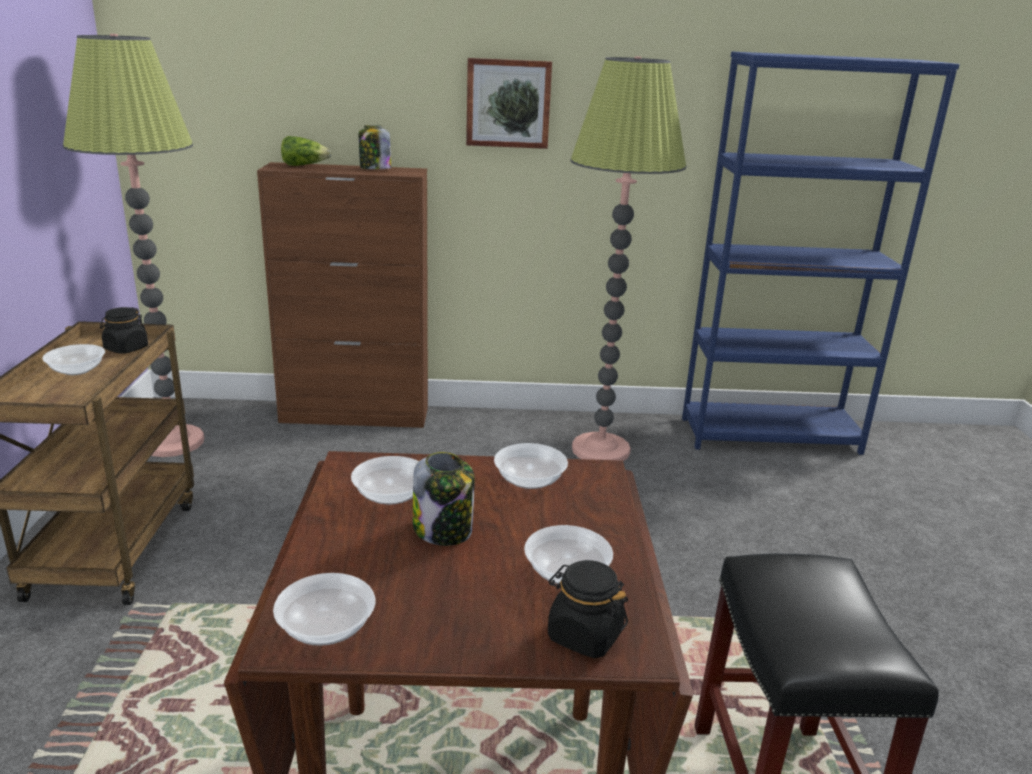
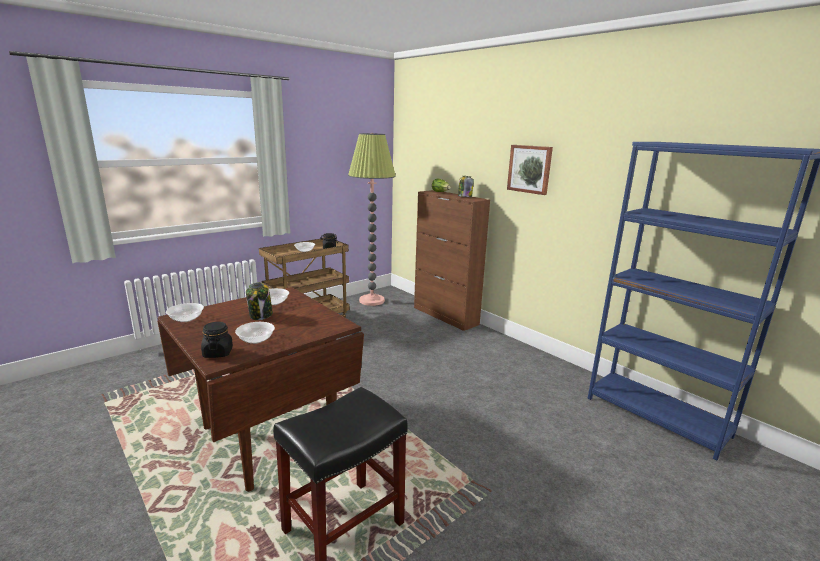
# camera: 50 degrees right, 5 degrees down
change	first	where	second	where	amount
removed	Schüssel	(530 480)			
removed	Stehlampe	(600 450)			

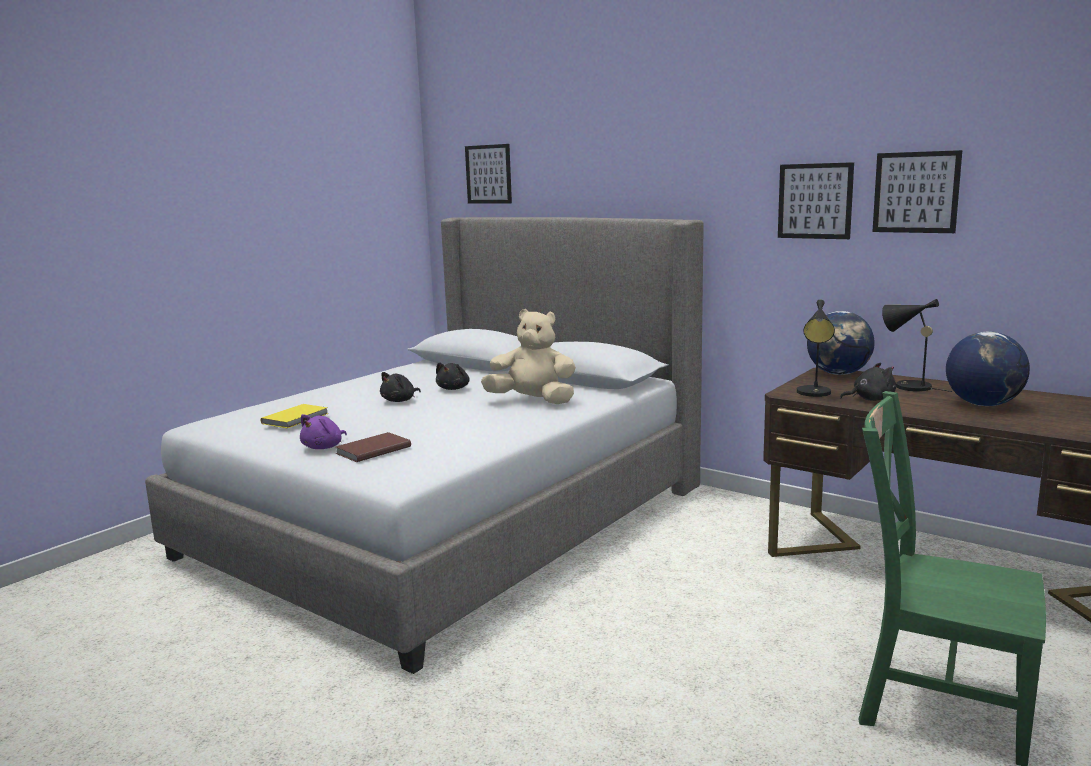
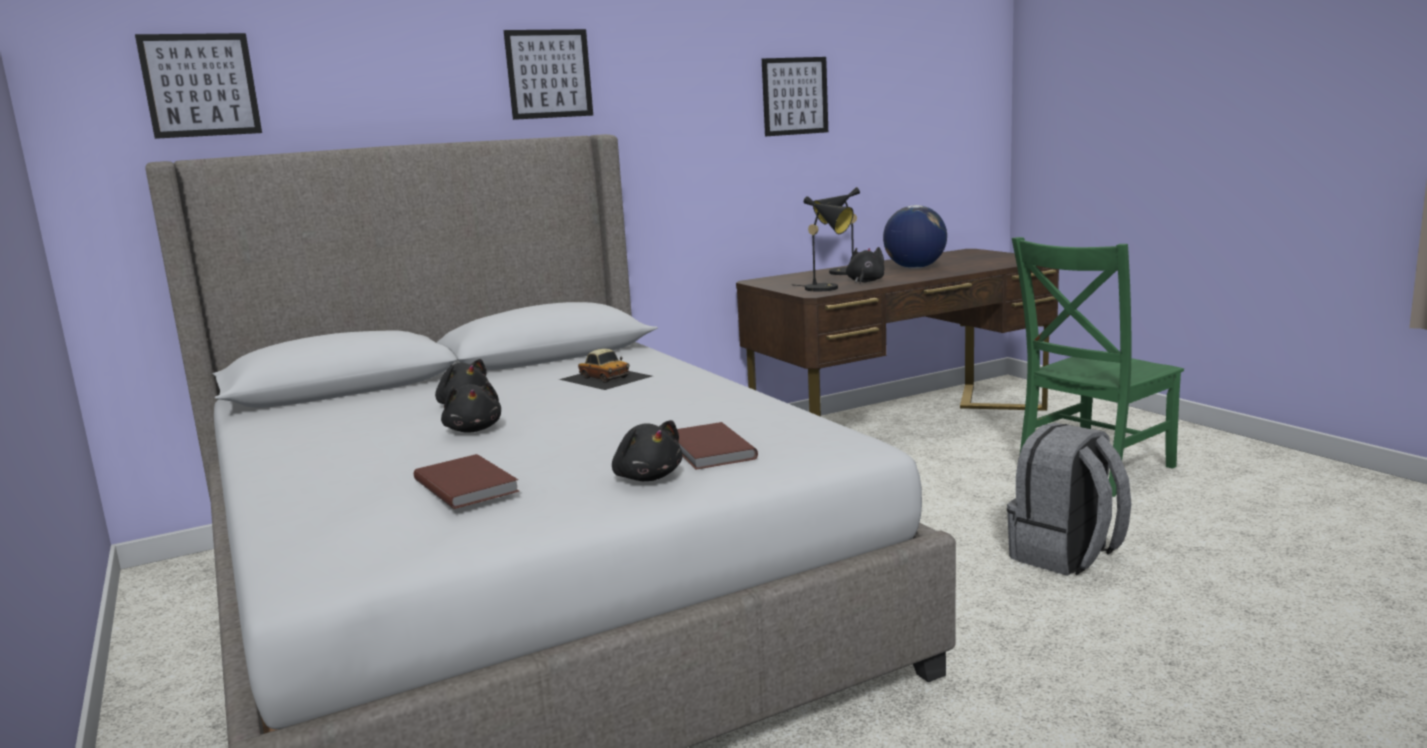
# camera: 65 degrees left, 0 degrees up
change	first	where	second	where	amount
recoloured	Buch (gelb)	(297 418)	Buch (braun)	(468 484)	
moved	Bild	(815 201)		(549 74)	
replaced	Plüschtier (beige)	(533 401)	Spielzeugauto	(606 377)	
recoloured	Plüschtier (lila)	(324 447)	Plüschtier (schwarz)	(647 477)	
added			Rucksack (grau)	(1066 556)	
removed	Globus	(838 374)			

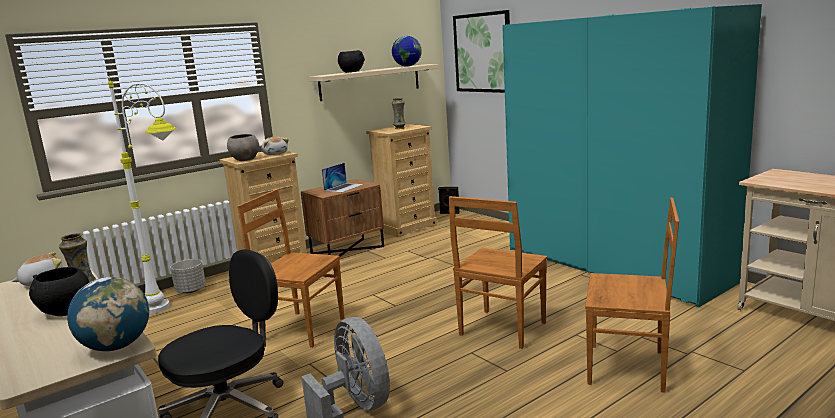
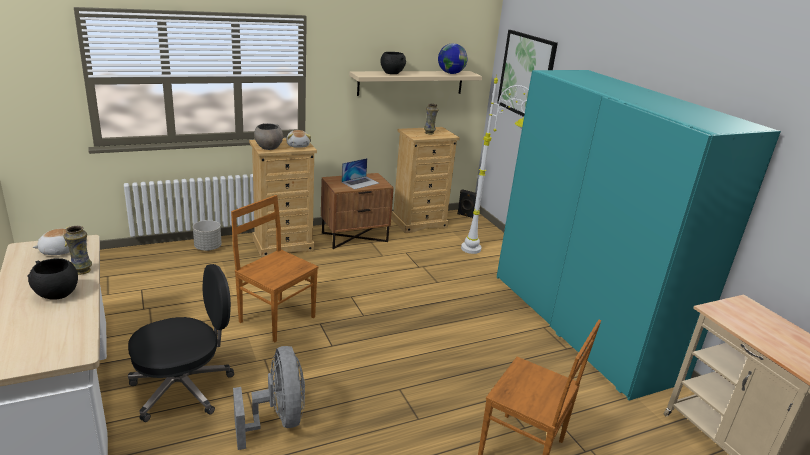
# camera: 10 degrees right, 10 degrees up
change	first	where	second	where	amount
moved	Stehlampe (weiß)	(175 309)		(487 254)	
removed	Globus	(116 346)			
removed	Stuhl (braun)	(501 330)			

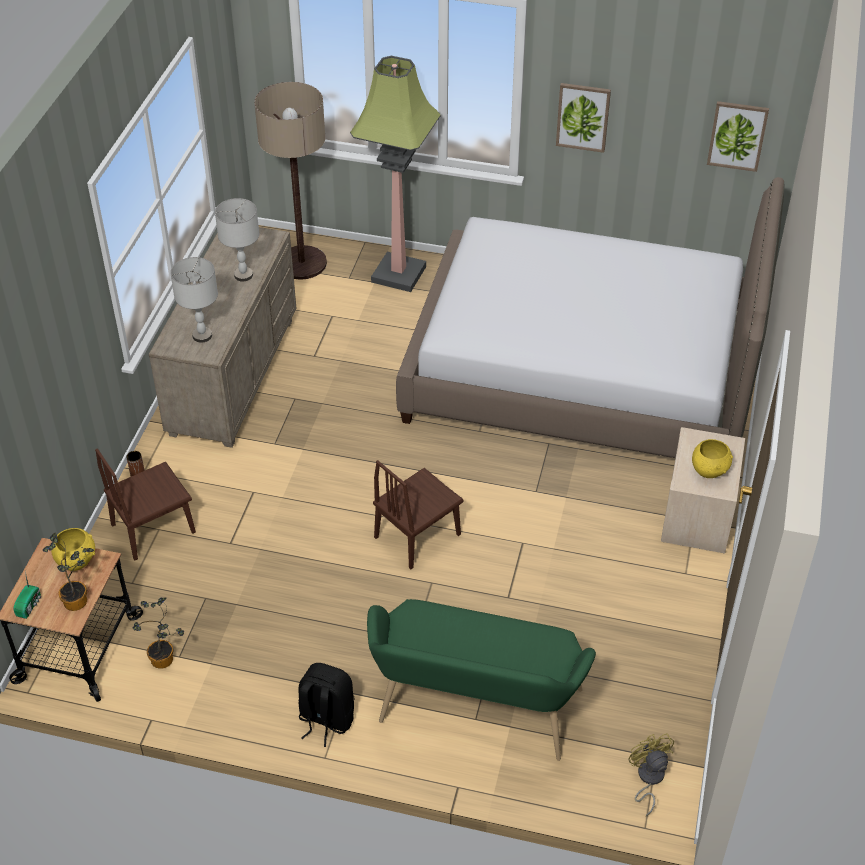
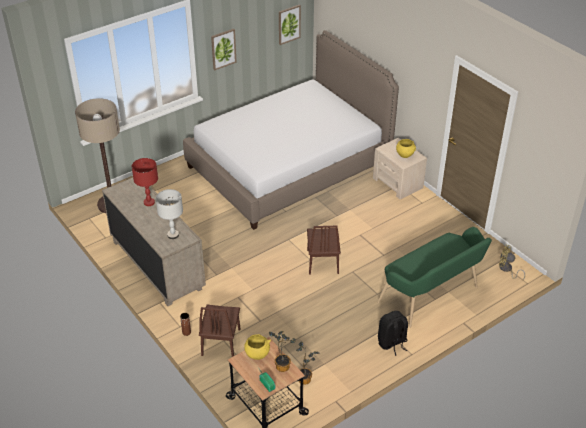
# camera: 50 degrees left, 5 degrees down
change	first	where	second	where	amount
recoloured	Tischlampe (grau)	(243 275)	Tischlampe (rot)	(149 202)	
removed	Stehlampe	(399 274)			

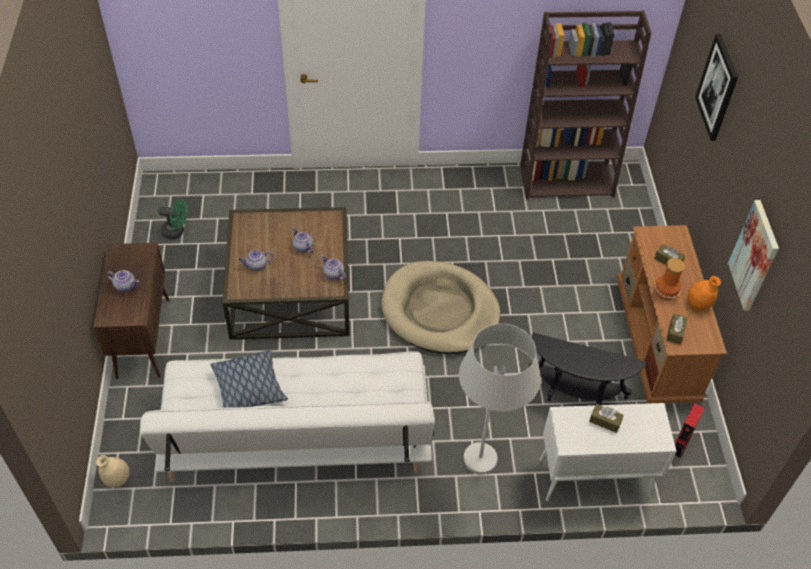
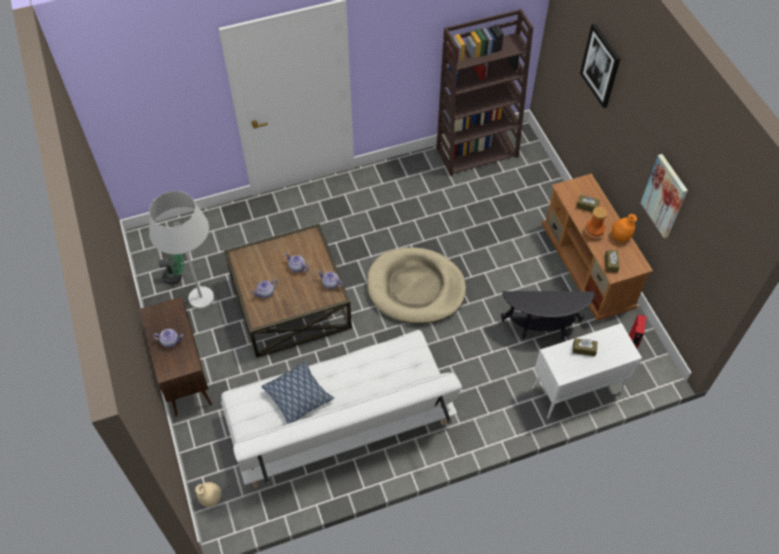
# camera: 15 degrees left, 5 degrees up
change	first	where	second	where	amount
moved	Stehlampe (weiß)	(482 476)		(204 309)	

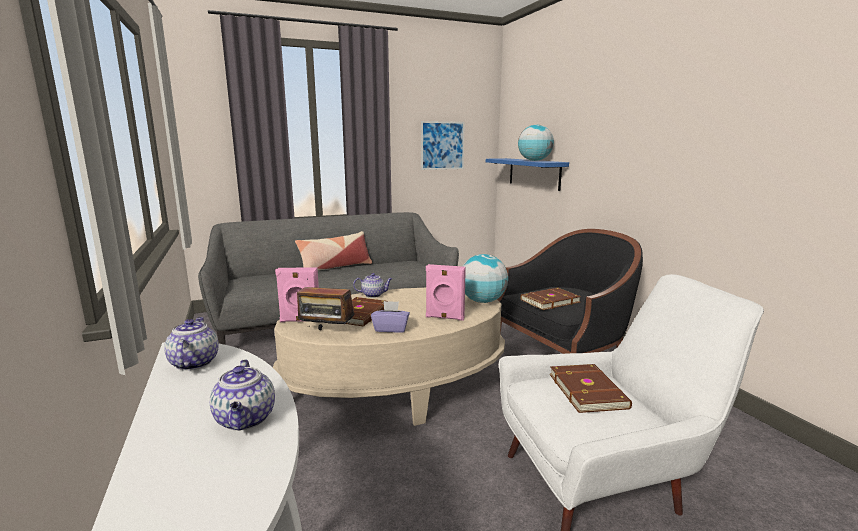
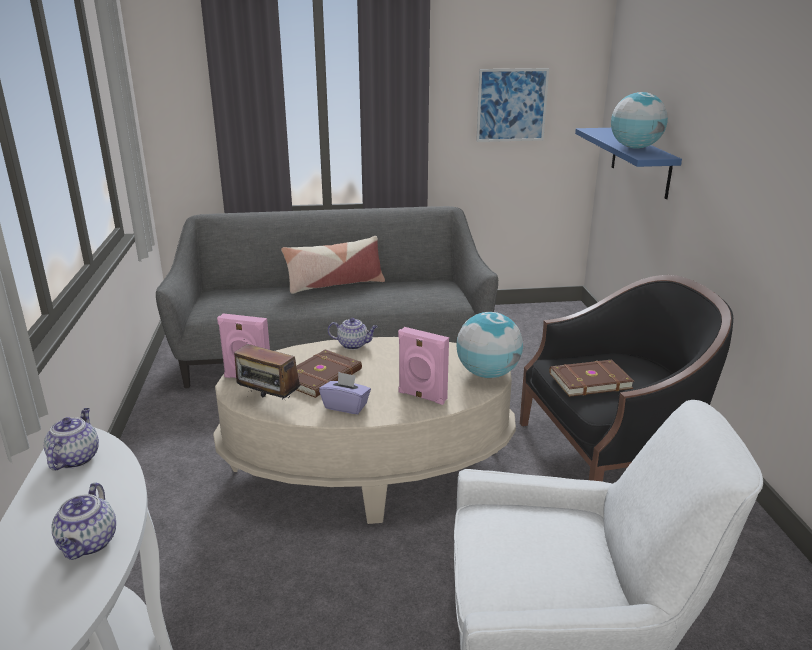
# camera: 15 degrees right, 10 degrees up
change	first	where	second	where	amount
removed	Buch (braun)	(588 390)			

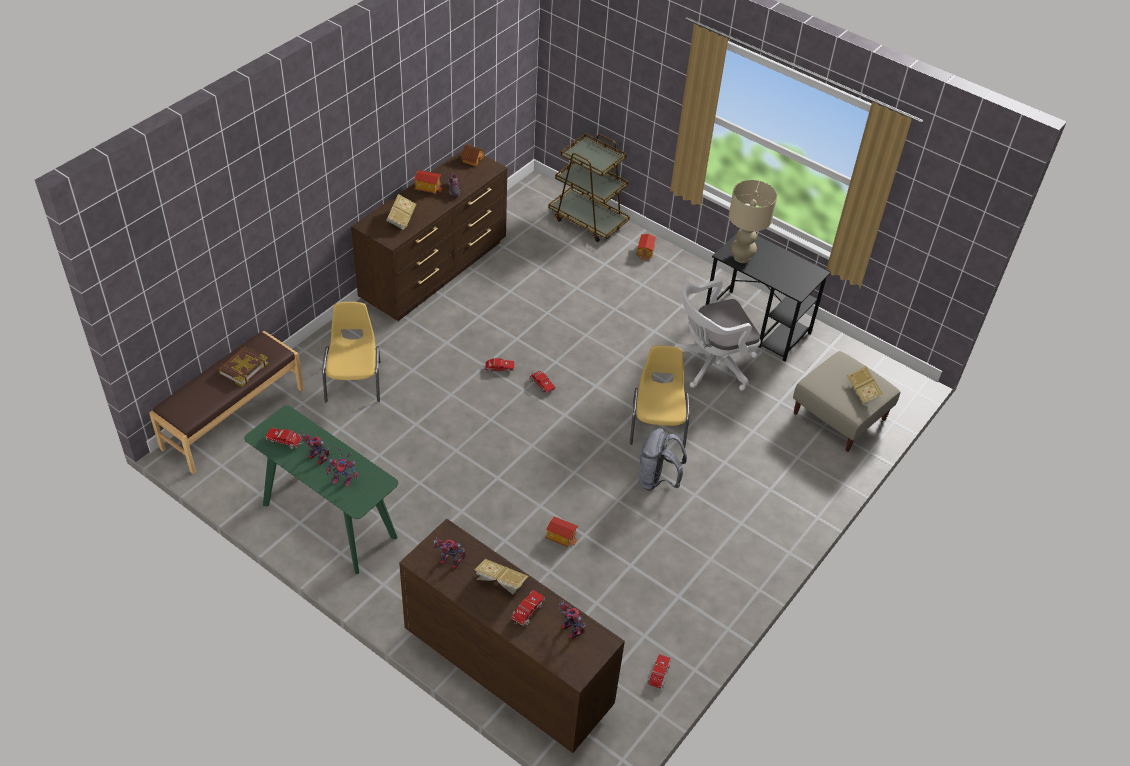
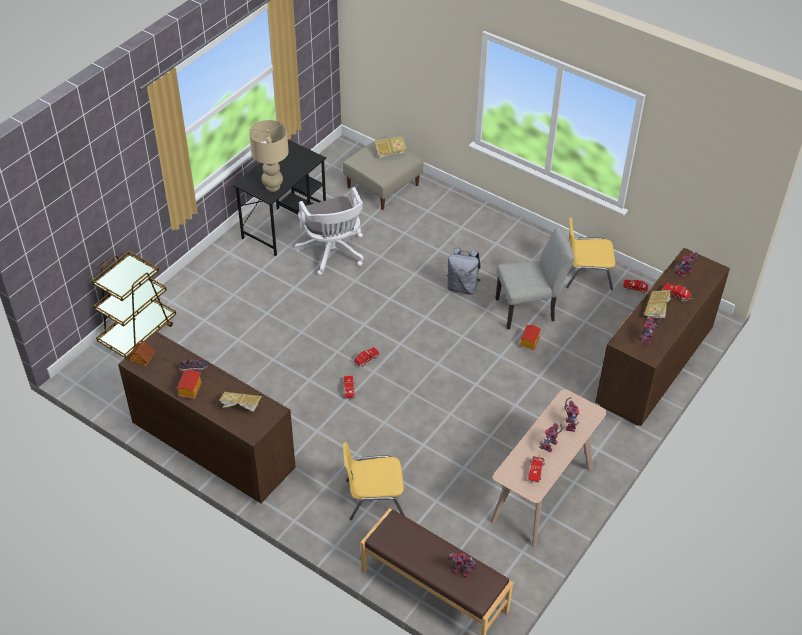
# camera: 90 degrees left, 0 degrees up
change	first	where	second	where	amount
added			Spielzeugroboter	(459 572)	
recoloured	Konsolentisch (grün)	(329 521)	Konsolentisch (beige)	(542 495)	
added			Stuhl (grau)	(530 309)	
moved	Stuhl (gelb)	(658 424)		(586 274)	
removed	Buch	(243 368)			
removed	Spielzeughaus	(645 252)			

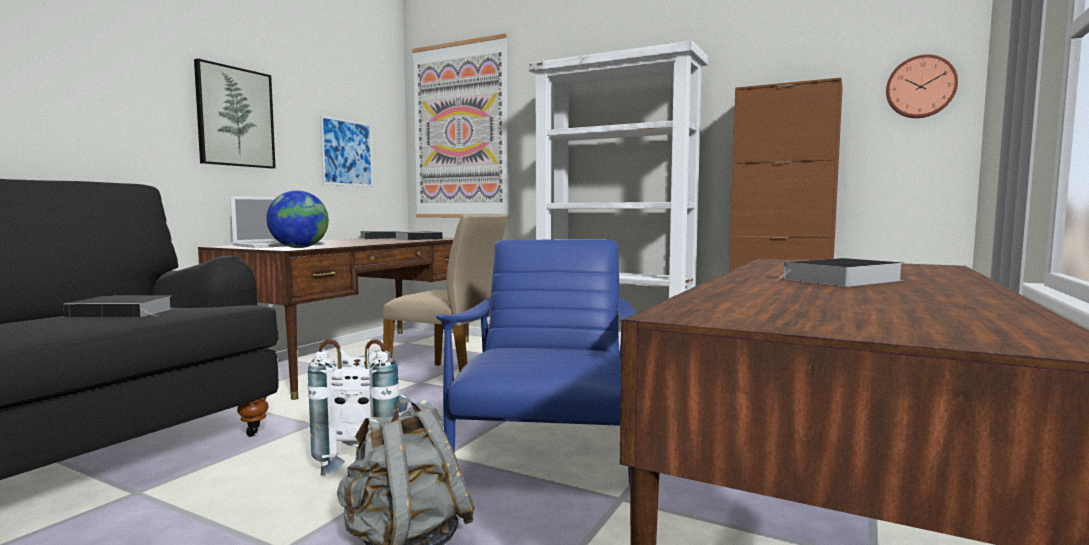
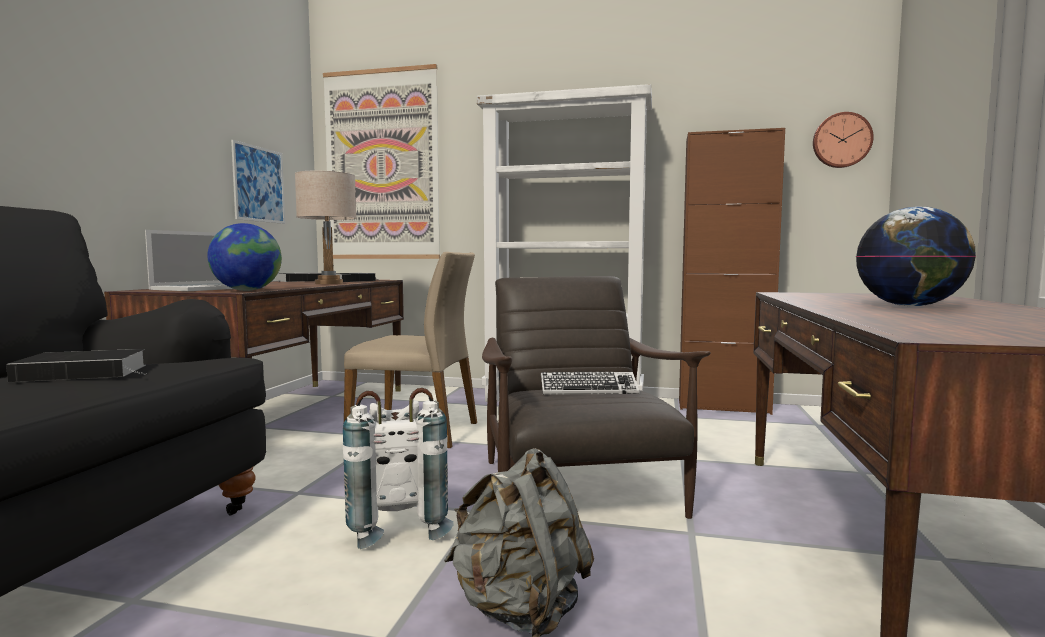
# camera: 15 degrees left, 0 degrees up
change	first	where	second	where	amount
added			Tischlampe (beige)	(329 283)	
recoloured	Sessel (blau)	(548 447)	Sessel (braun)	(578 490)	
added			Tastatur	(588 390)	
replaced	Buch	(841 280)	Globus	(910 306)	
removed	Bild	(235 117)			

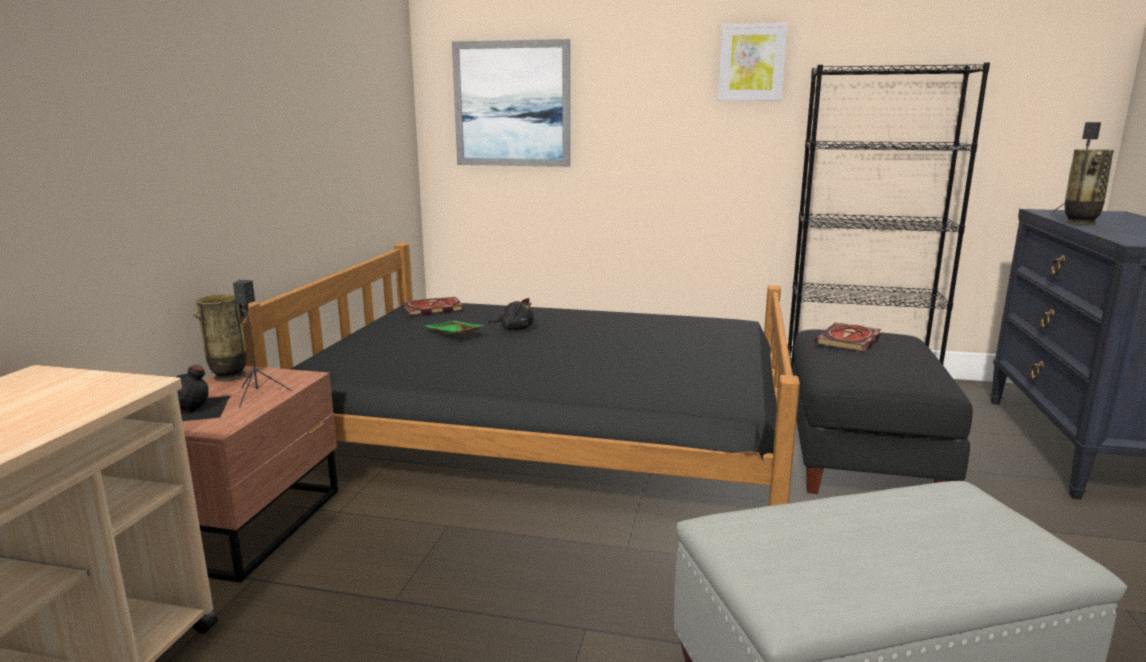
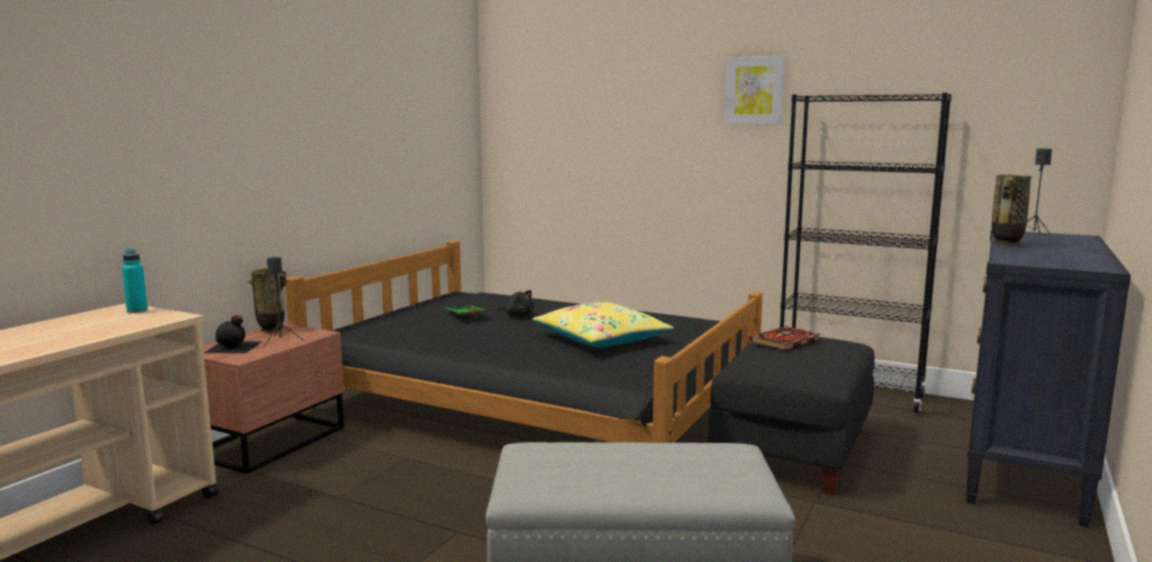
# camera: 15 degrees right, 5 degrees down
change	first	where	second	where	amount
added			Flasche (türkis)	(137 311)	
added			Kissen (gelb)	(601 339)	
removed	Buch	(432 309)			
removed	Bild	(512 104)			

